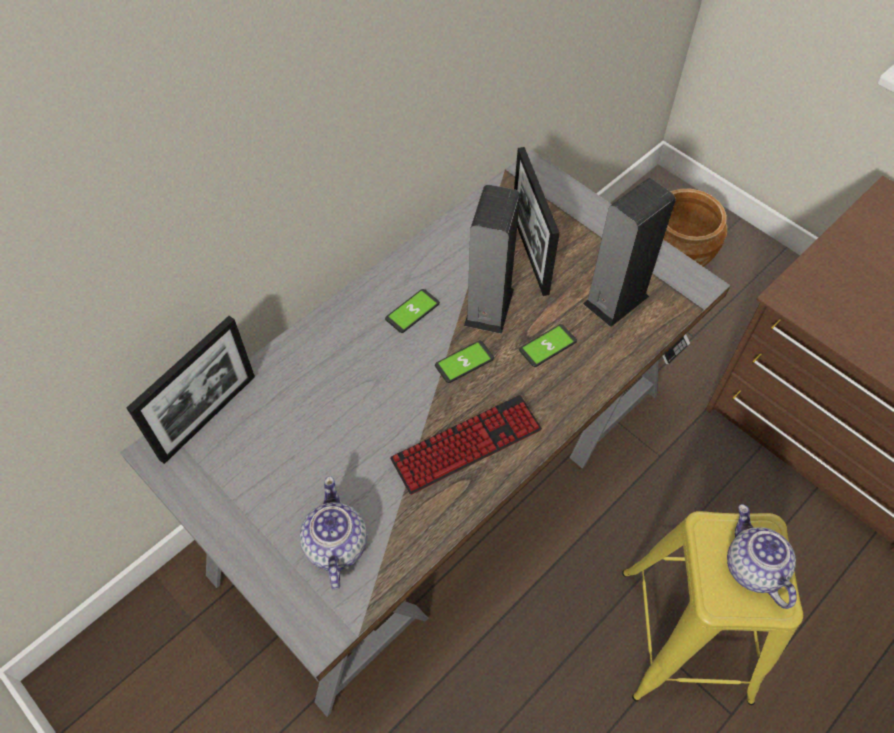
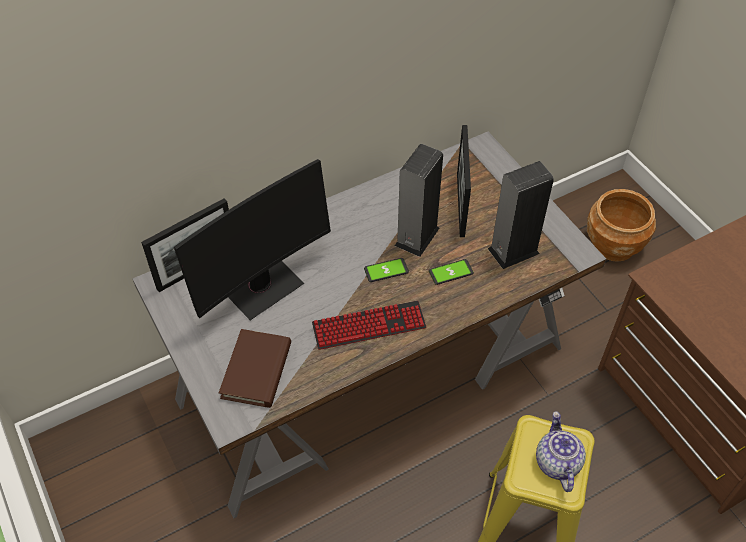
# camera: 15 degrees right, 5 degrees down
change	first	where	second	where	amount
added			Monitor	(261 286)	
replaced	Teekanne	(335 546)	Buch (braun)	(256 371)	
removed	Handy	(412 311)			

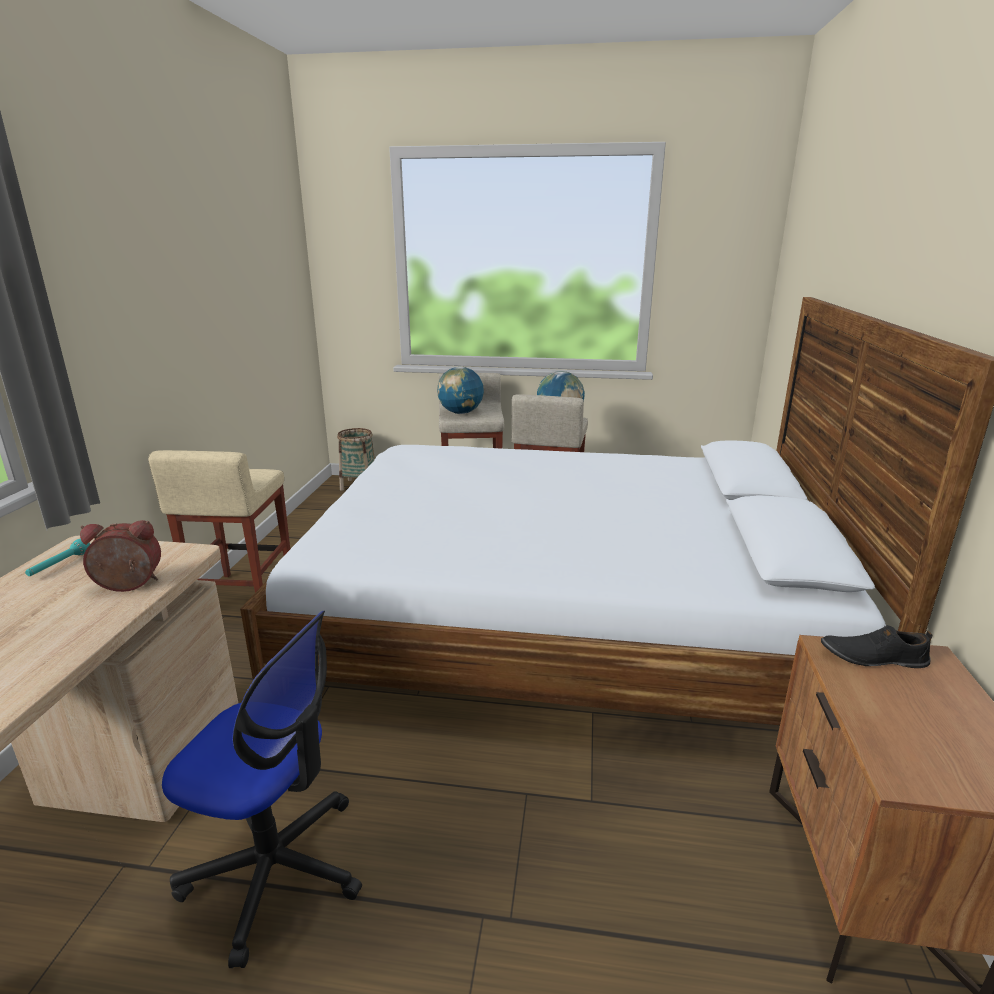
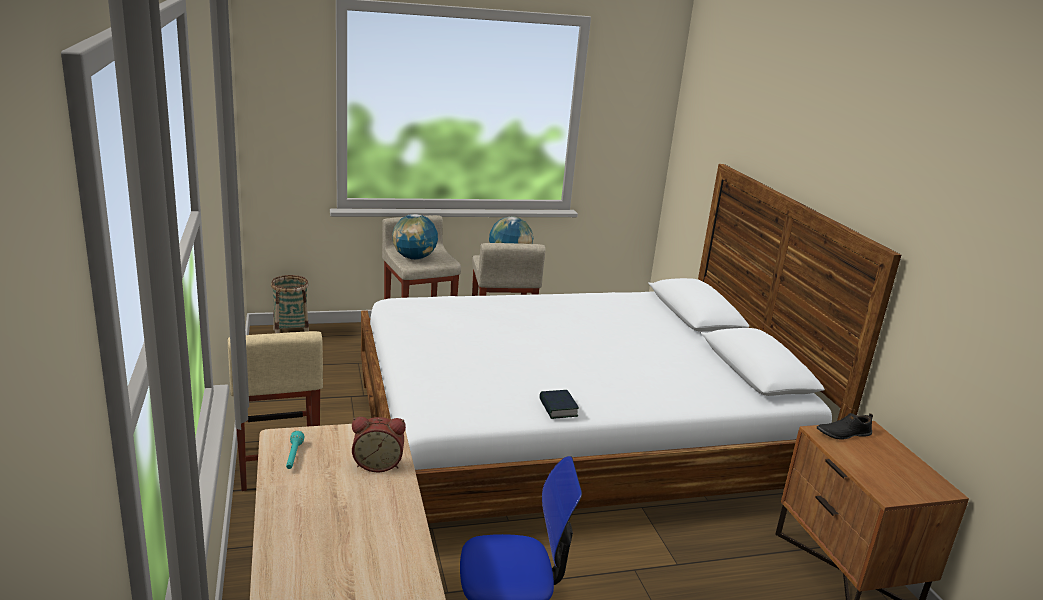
# camera: 25 degrees left, 0 degrees up
change	first	where	second	where	amount
turned	Wecker	(128 586)		(378 464)	150 degrees counterclockwise
added			Buch	(558 408)	

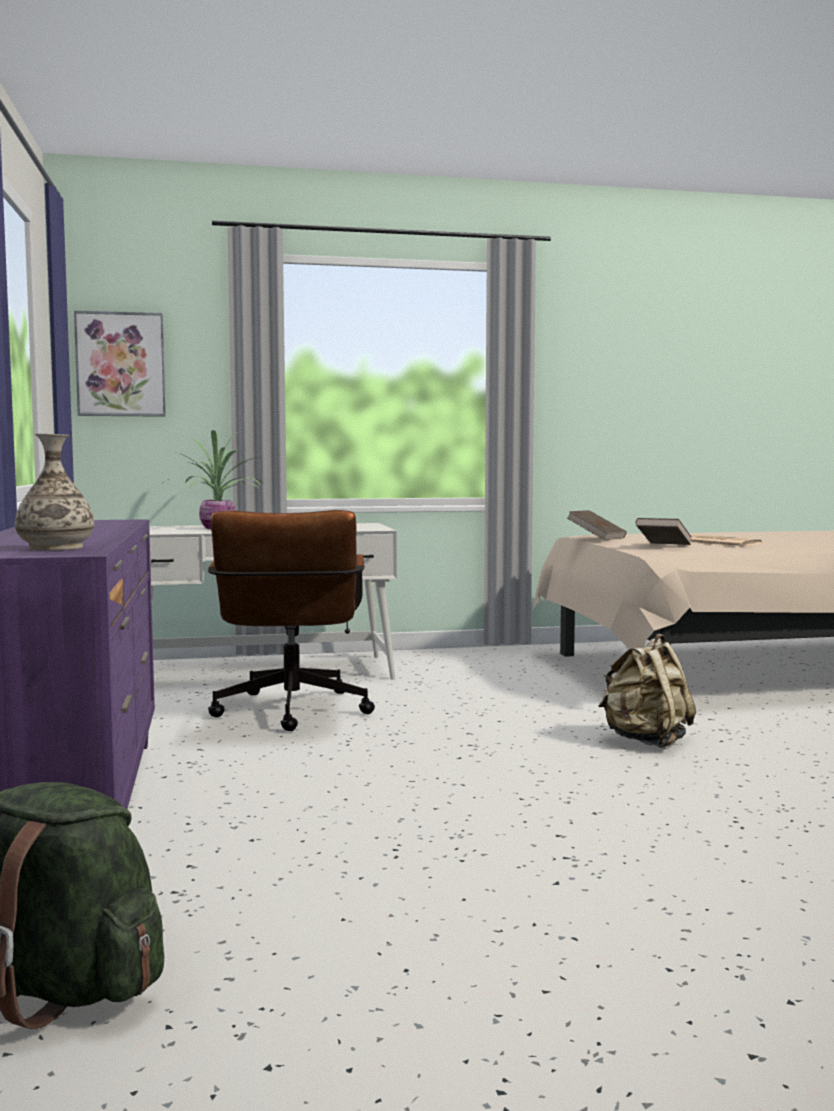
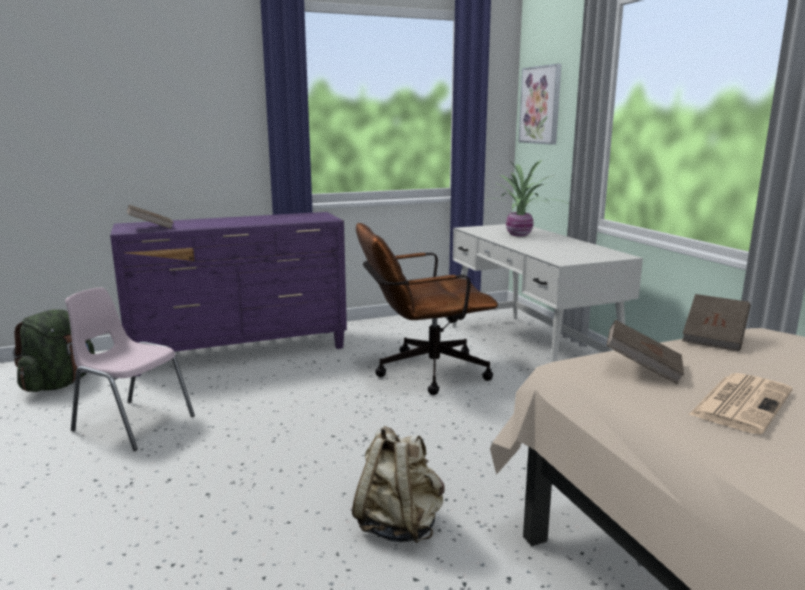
# camera: 80 degrees right, 10 degrees up
change	first	where	second	where	amount
added			Stuhl (rosa)	(132 423)	
replaced	Vase	(56 548)	Buch (braun)	(151 228)	

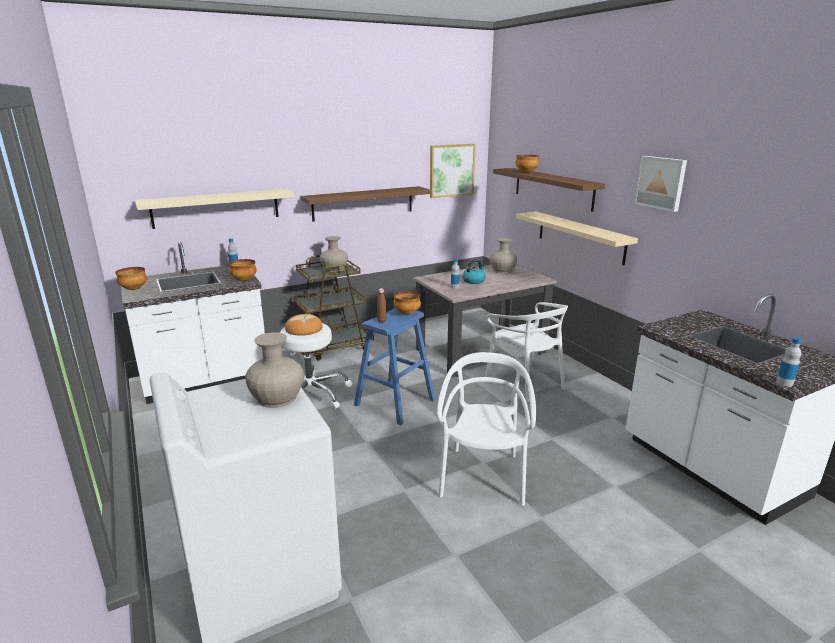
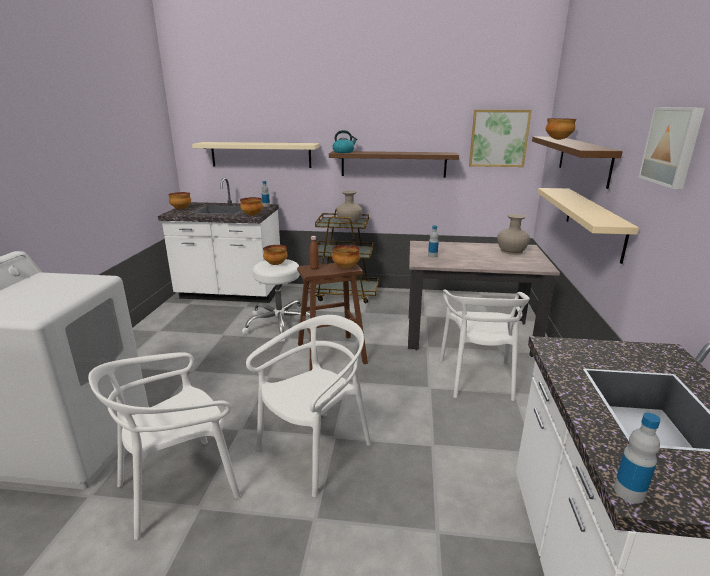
# camera: 35 degrees right, 0 degrees up
change	first	where	second	where	amount
added			Stuhl (weiß)	(179 486)	
replaced	Brot	(303 329)	Schüssel	(275 264)	
recoloured	Hocker (blau)	(395 402)	Hocker (braun)	(331 353)	
moved	Wasserkessel	(474 281)		(344 152)	
removed	Vase (beige)	(277 397)			

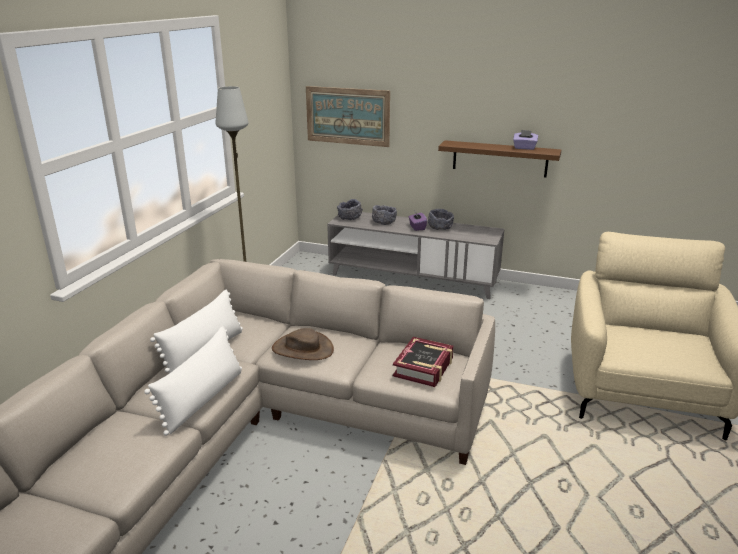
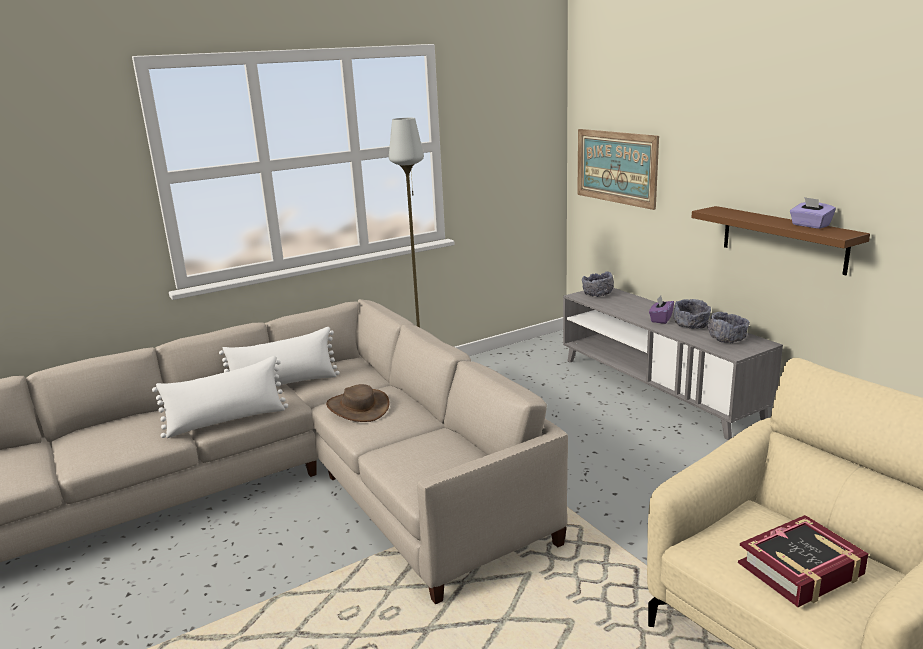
# camera: 40 degrees right, 5 degrees down
change	first	where	second	where	amount
moved	Schüssel (grau)	(384 222)		(727 339)	
moved	Buch	(424 367)		(801 569)	

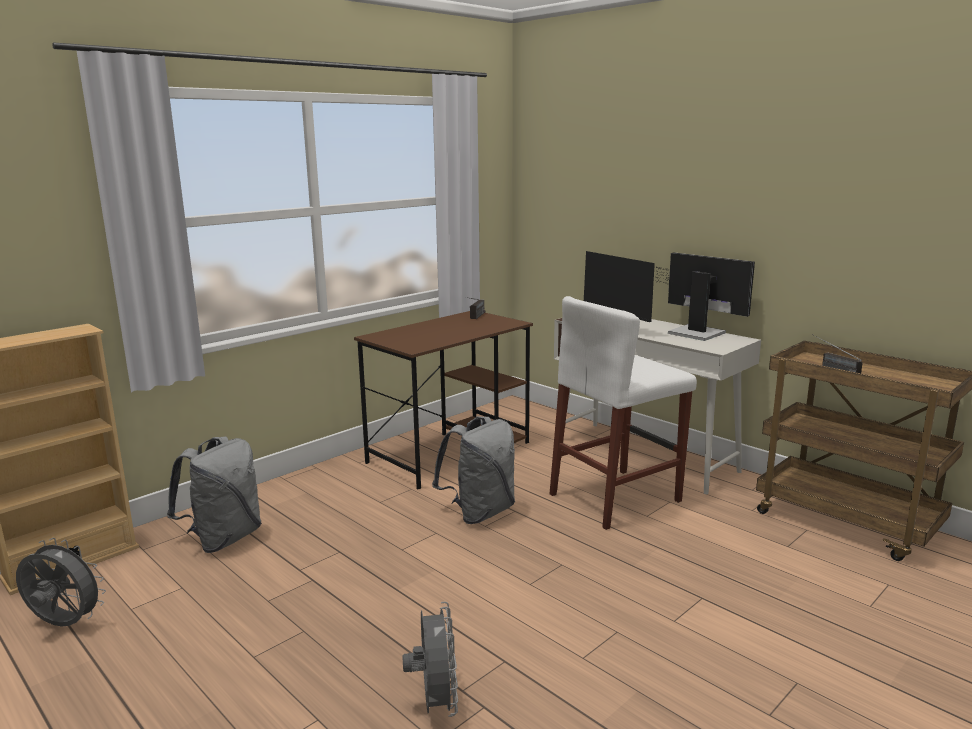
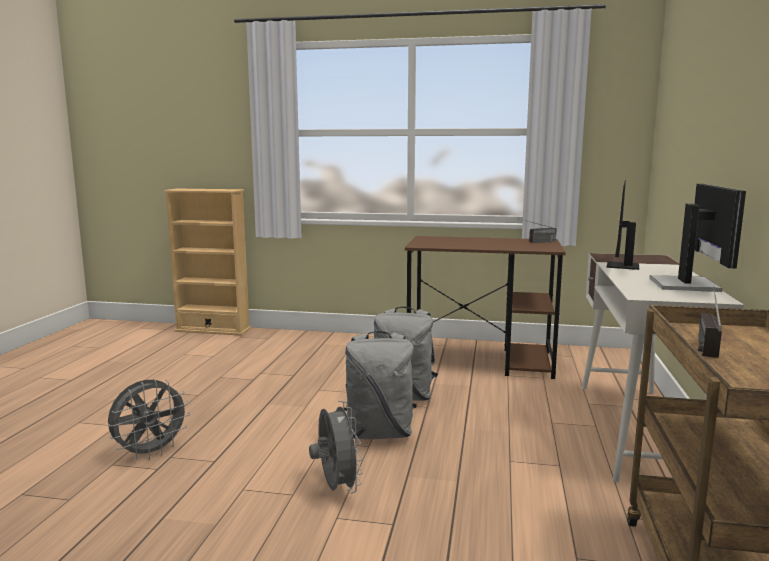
# camera: 55 degrees right, 5 degrees down
change	first	where	second	where	amount
moved	Ventilator (grau)	(64 625)		(336 488)	
moved	Rucksack (grau)	(224 539)		(379 433)	
removed	Hocker (weiß)	(615 497)			

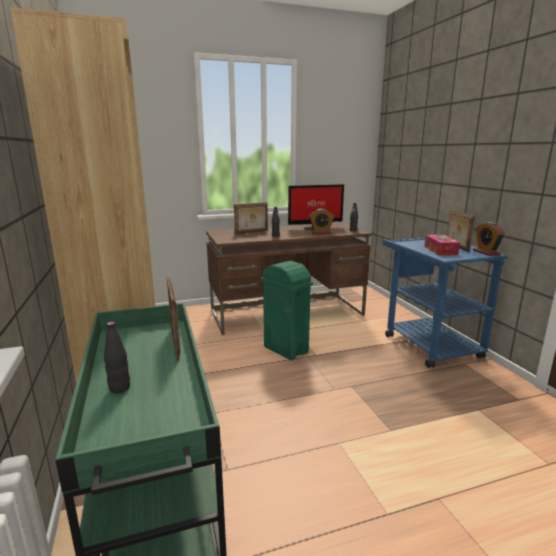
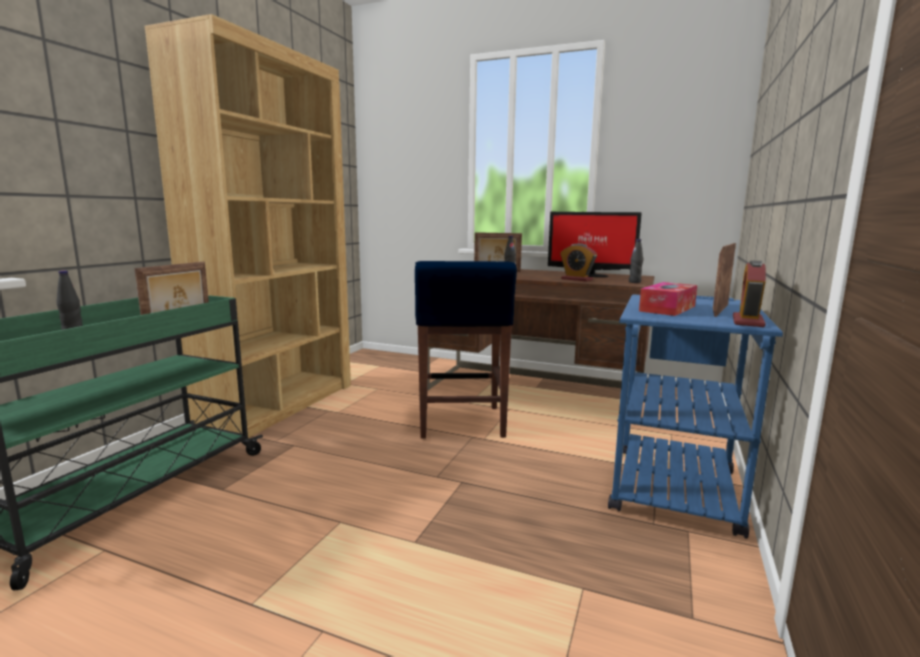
# camera: 40 degrees right, 5 degrees down
change	first	where	second	where	amount
replaced	Mülleimer (grün)	(286 350)	Hocker (blau)	(461 423)	

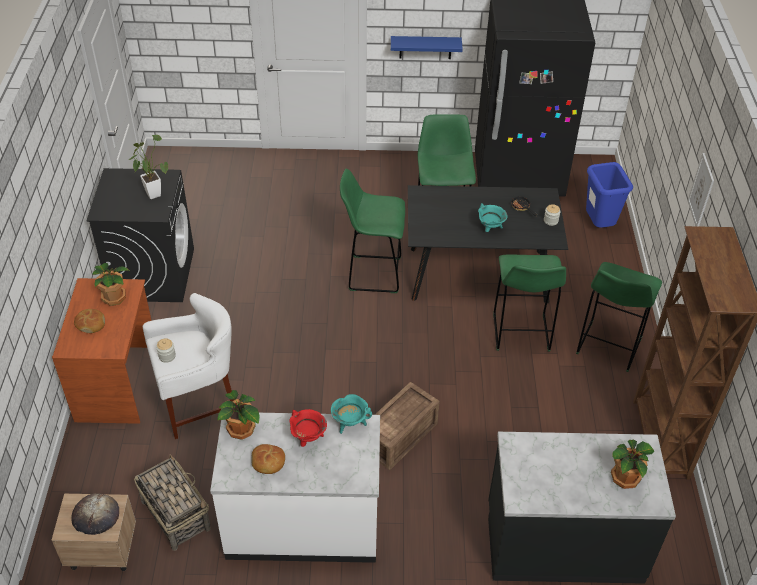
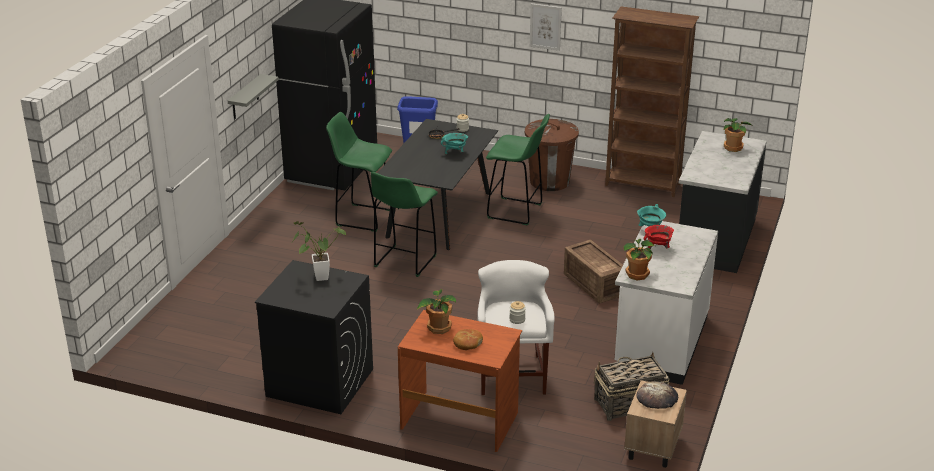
# camera: 70 degrees left, 15 degrees down
change	first	where	second	where	amount
recoloured	Wandregal (blau)	(425 47)	Wandregal (grau)	(245 98)	
replaced	Hocker (grün)	(608 347)	Mülleimer (braun)	(549 181)	
removed	Brot	(268 462)			

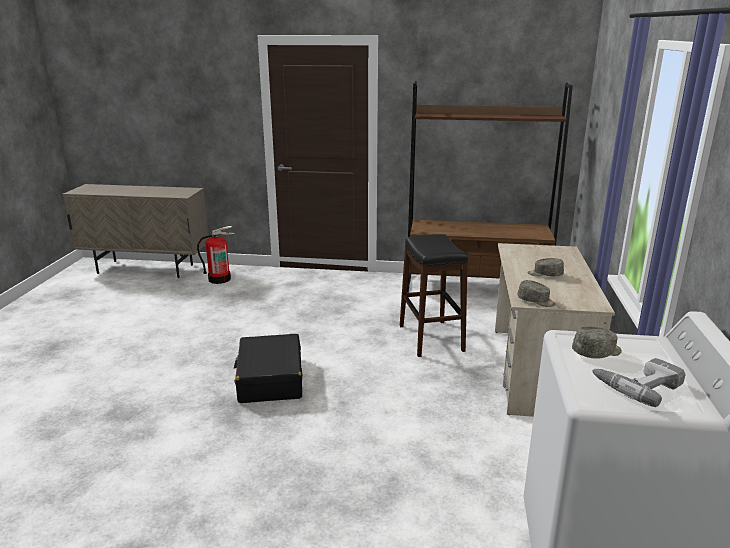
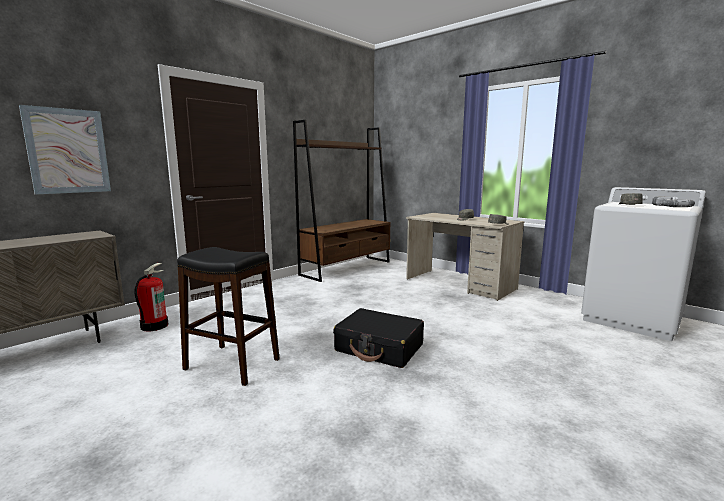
# camera: 55 degrees left, 10 degrees down
change	first	where	second	where	amount
added			Bild	(68 151)	
moved	Hocker (schwarz)	(430 338)		(231 364)	

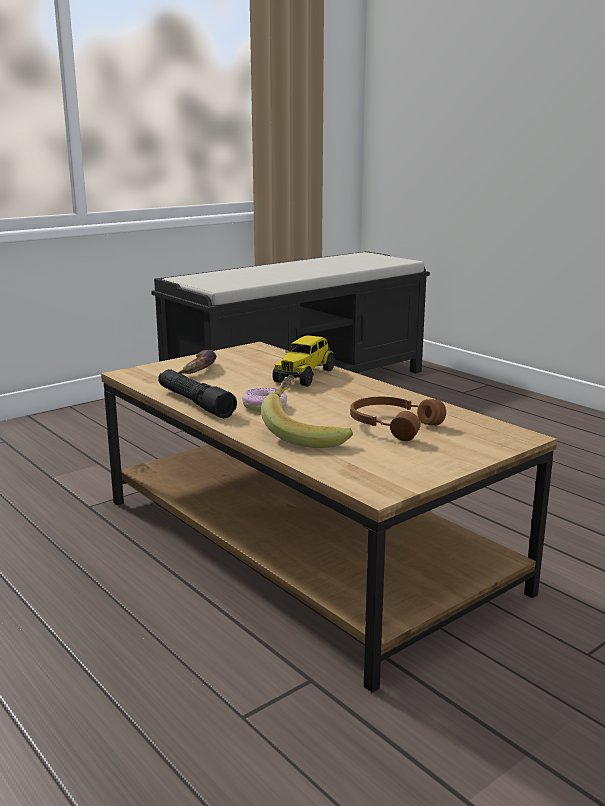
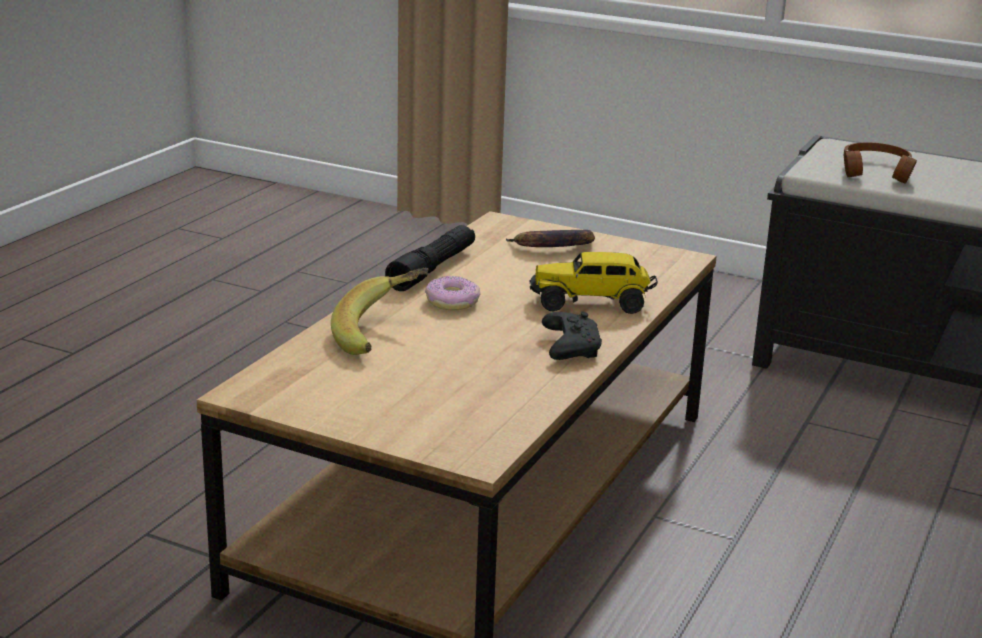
# camera: 65 degrees right, 5 degrees up
change	first	where	second	where	amount
added			Gamepad (schwarz)	(570 347)	
moved	Kopfhörer (braun)	(392 426)		(876 171)	

